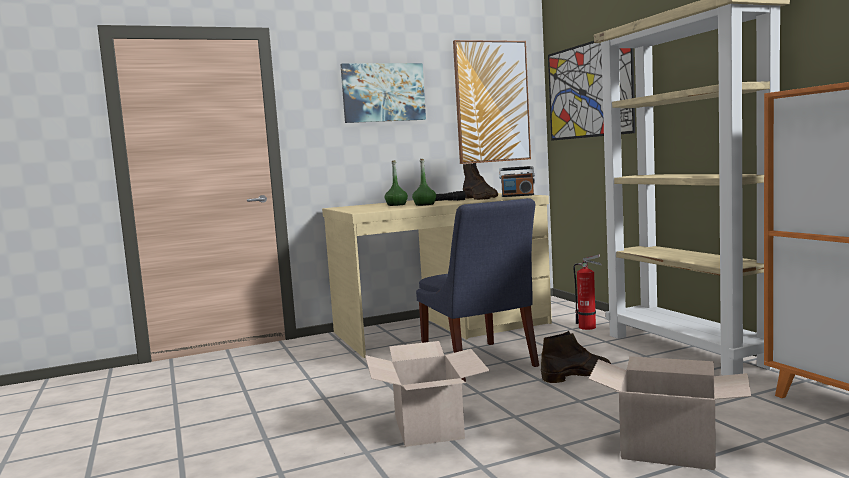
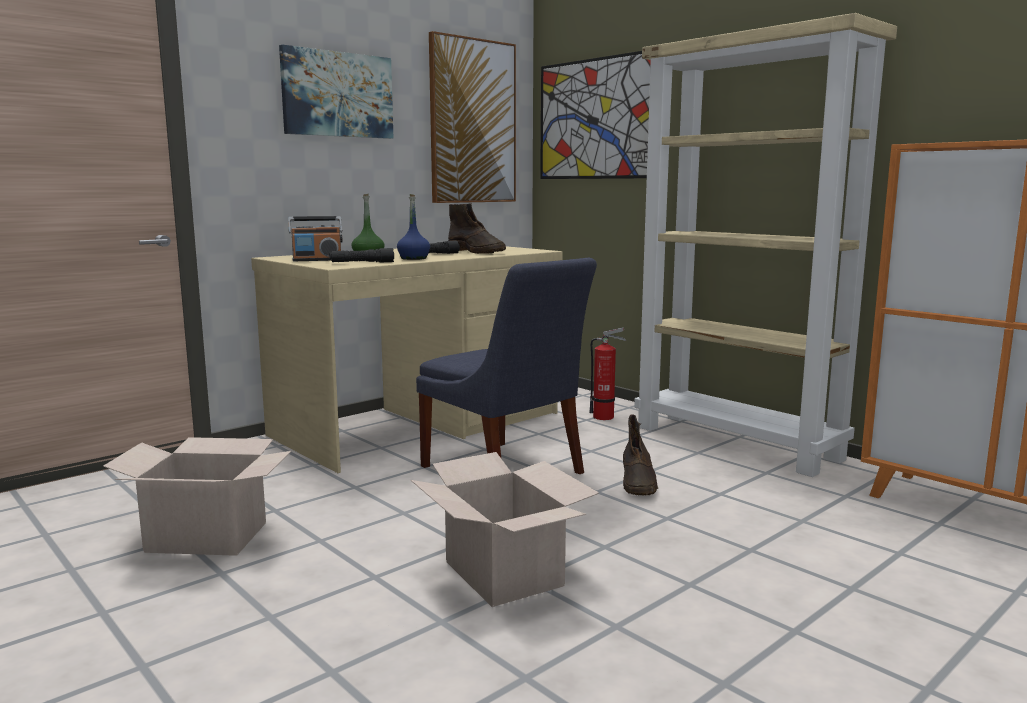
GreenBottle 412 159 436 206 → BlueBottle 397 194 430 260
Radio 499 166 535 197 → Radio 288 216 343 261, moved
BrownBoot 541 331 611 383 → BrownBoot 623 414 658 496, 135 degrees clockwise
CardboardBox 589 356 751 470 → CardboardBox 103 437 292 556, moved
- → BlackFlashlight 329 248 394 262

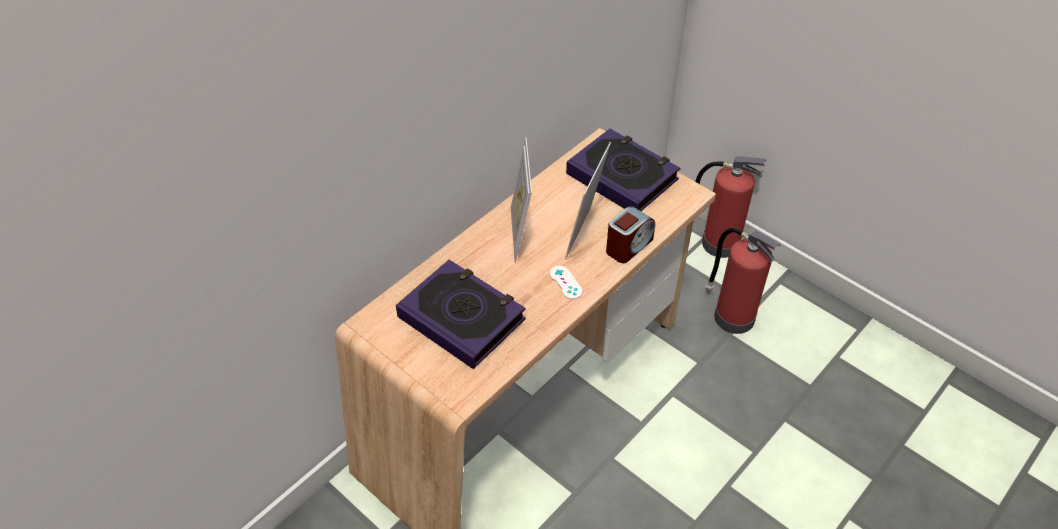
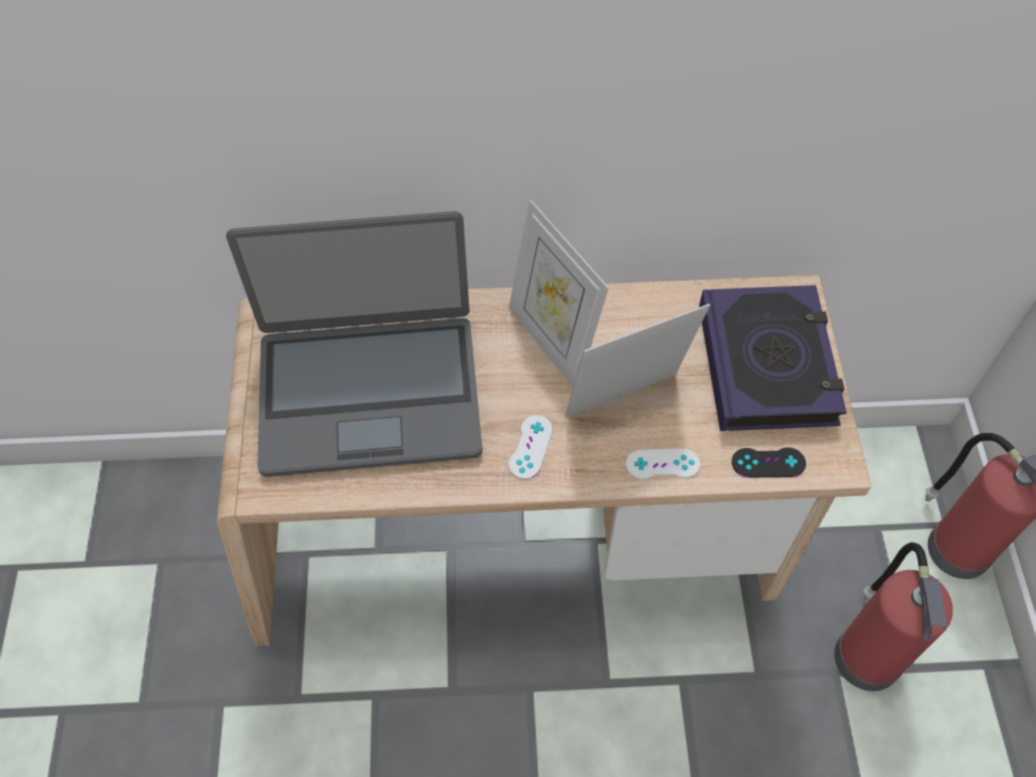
Book 396 260 526 369 → Laptop 226 211 482 477
PictureFrame 511 137 532 263 → PictureFrame 509 200 609 386, 75 degrees counterclockwise
AlarmClock 606 206 655 263 → WhiteGameController 626 448 700 479
- → BlackGameController 732 447 806 478

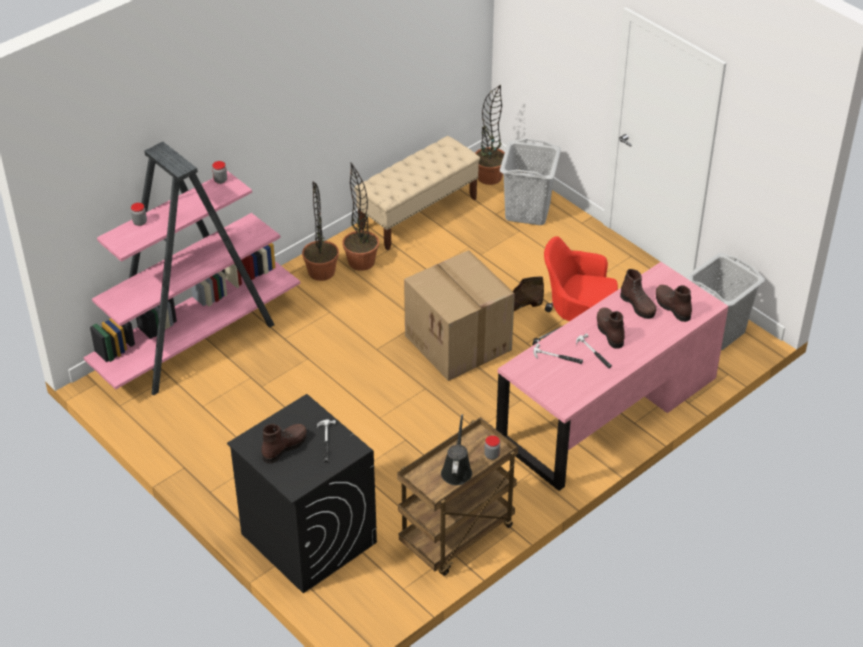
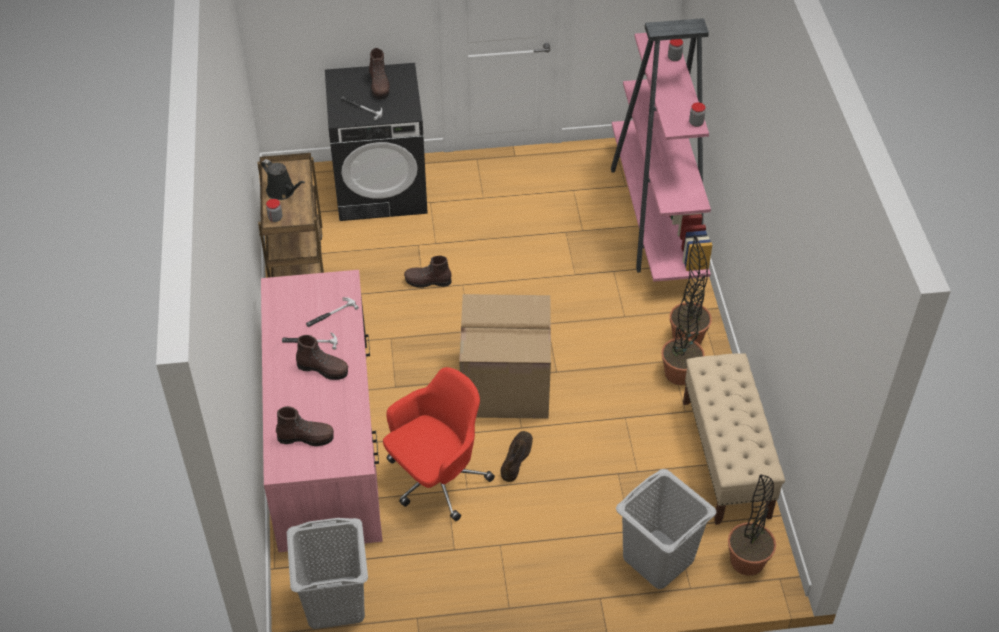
BrownBoot 620 269 657 319 → BrownBoot 404 256 452 288, moved

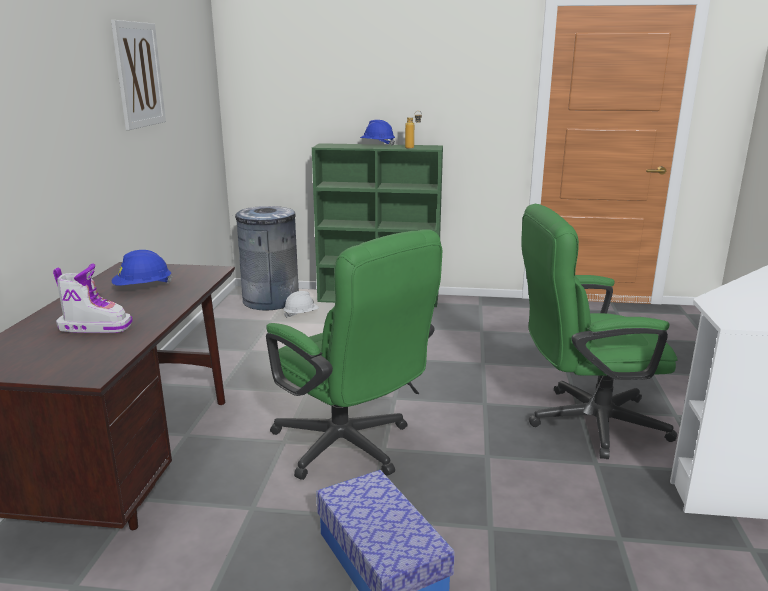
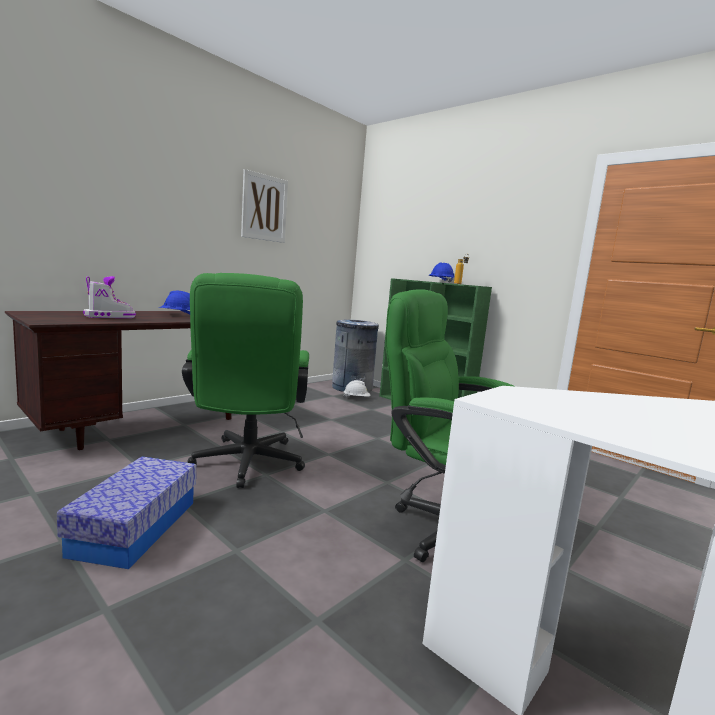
Boot 53 263 133 333 → Boot 83 276 136 318, 75 degrees counterclockwise

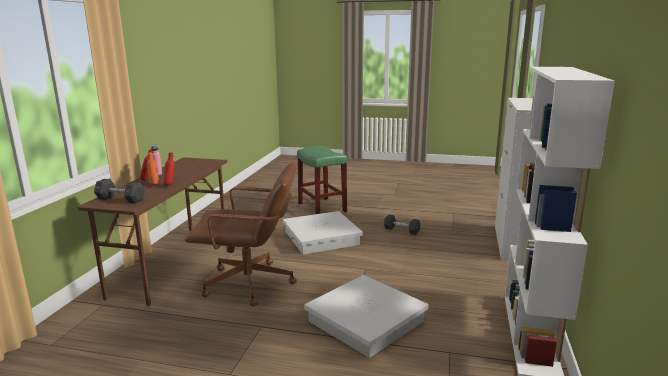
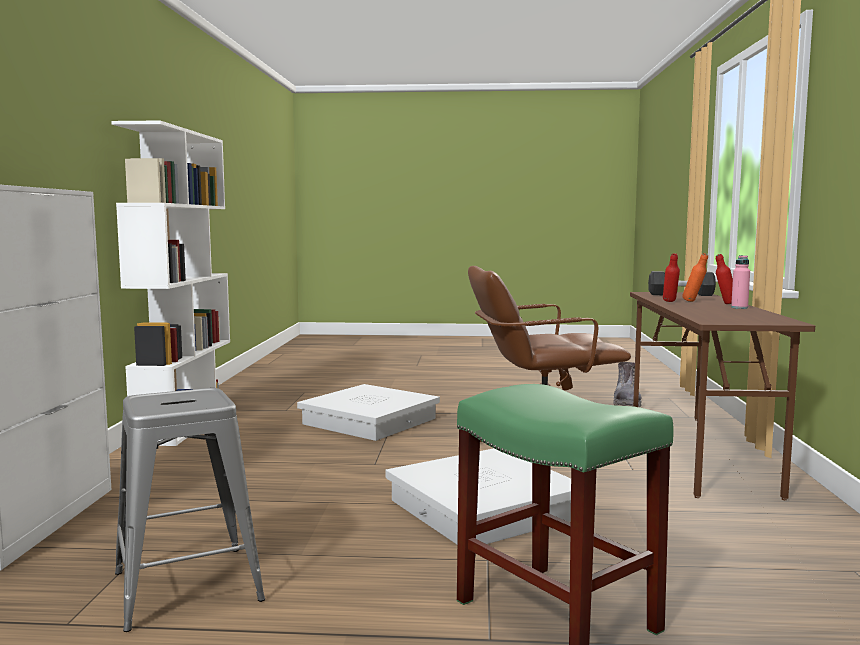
GreyDumbbell 384 214 421 235 → -
- → GreyStool 115 388 265 632
- → GreyBoot 613 362 642 407

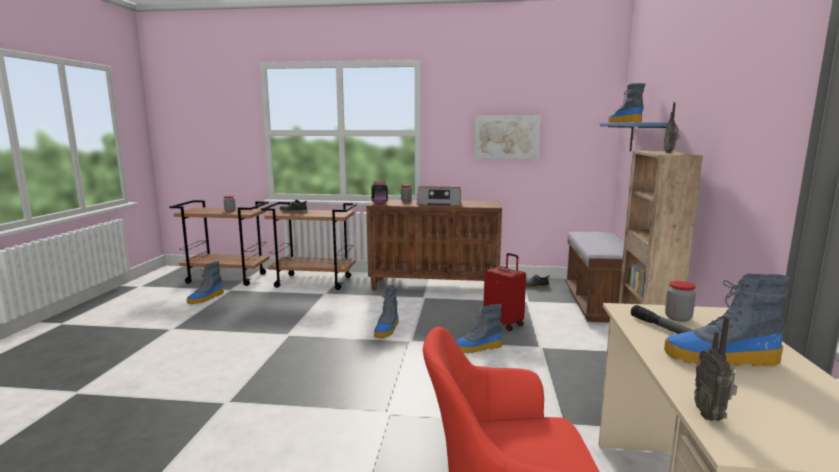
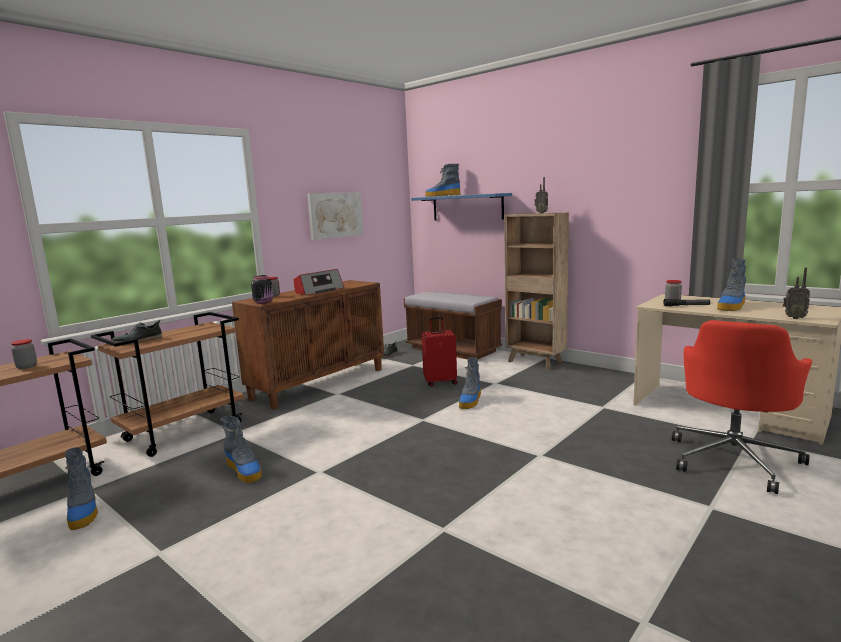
Boot 374 285 399 338 → Boot 220 416 262 483, moved

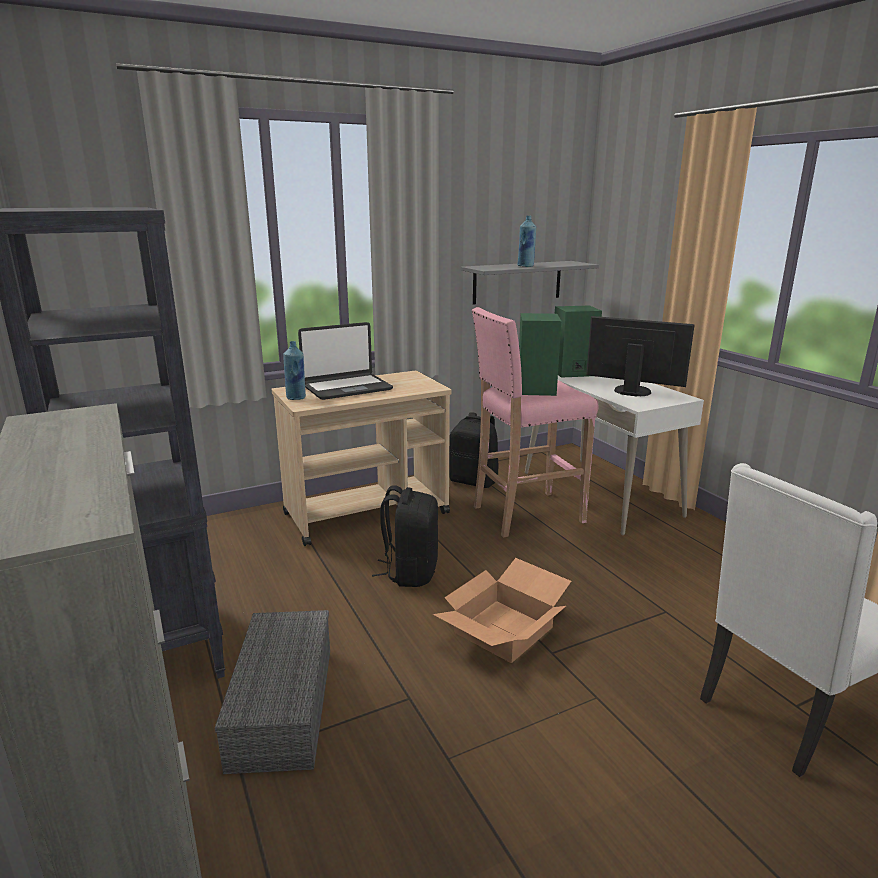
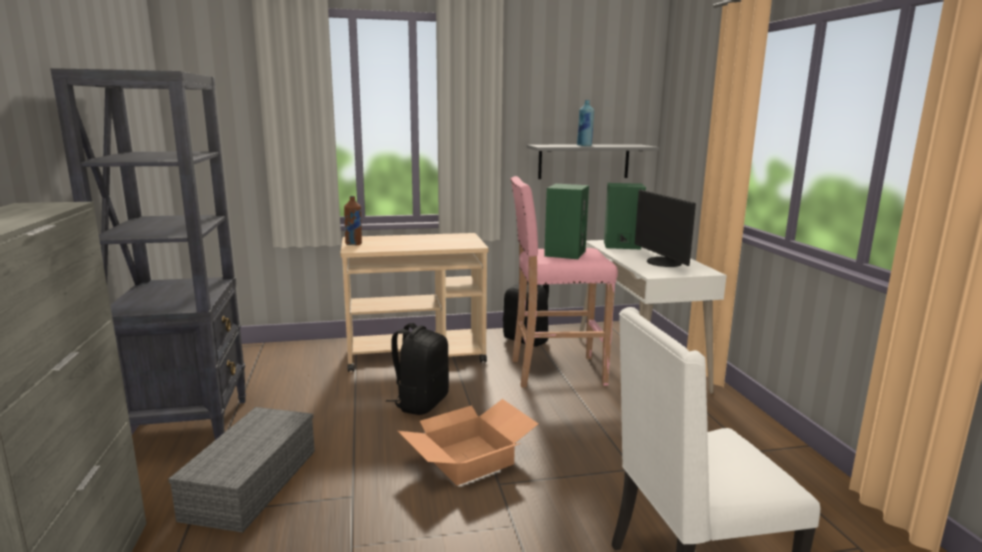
BlueBottle 283 341 306 400 → BrownBottle 344 196 362 245
Laptop 298 322 393 400 → -
Monitor 586 316 695 397 → Monitor 635 189 696 267, 150 degrees counterclockwise

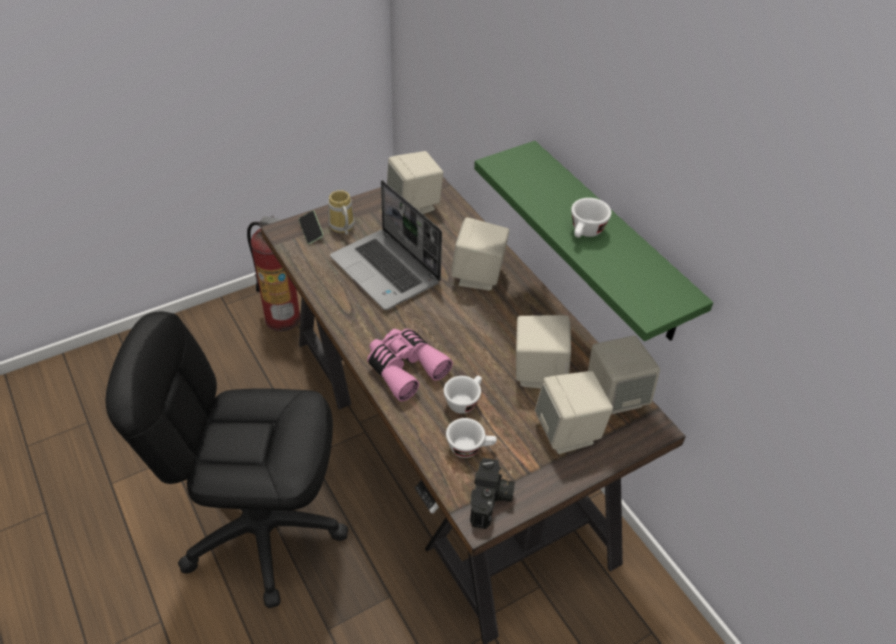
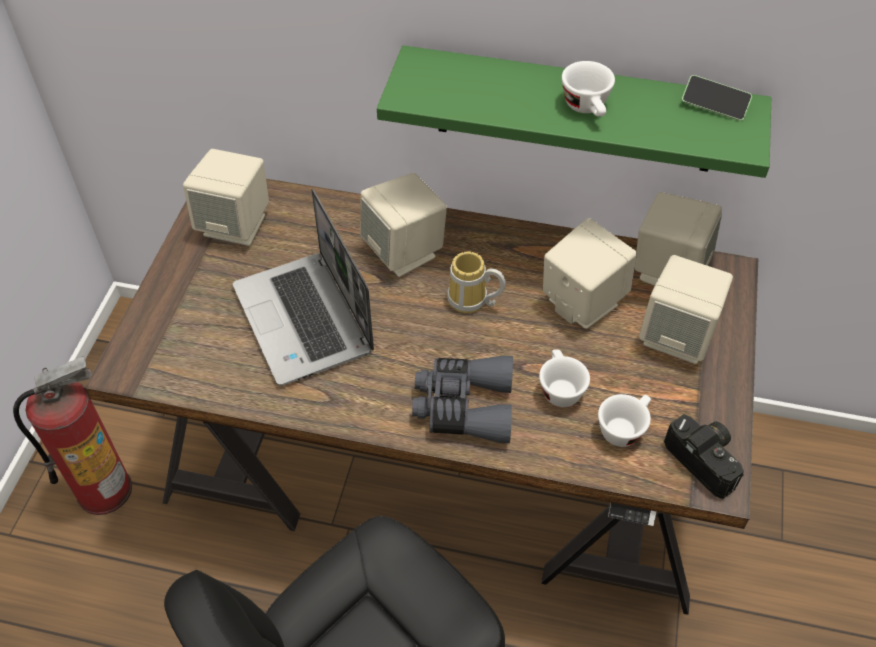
Phone 299 211 324 244 → Phone 682 75 752 121, moved
Mug 328 190 355 235 → Mug 447 252 506 313, moved
Laptop 330 180 442 310 → Laptop 233 189 374 386, 60 degrees clockwise
PinkBinoculars 367 329 453 402 → GreyBinoculars 412 356 513 443

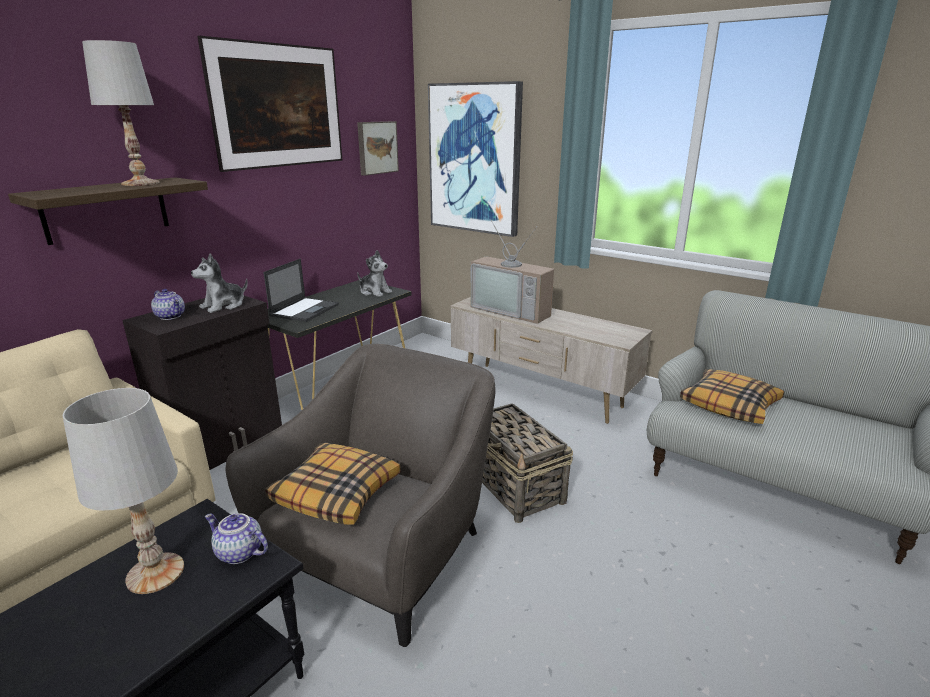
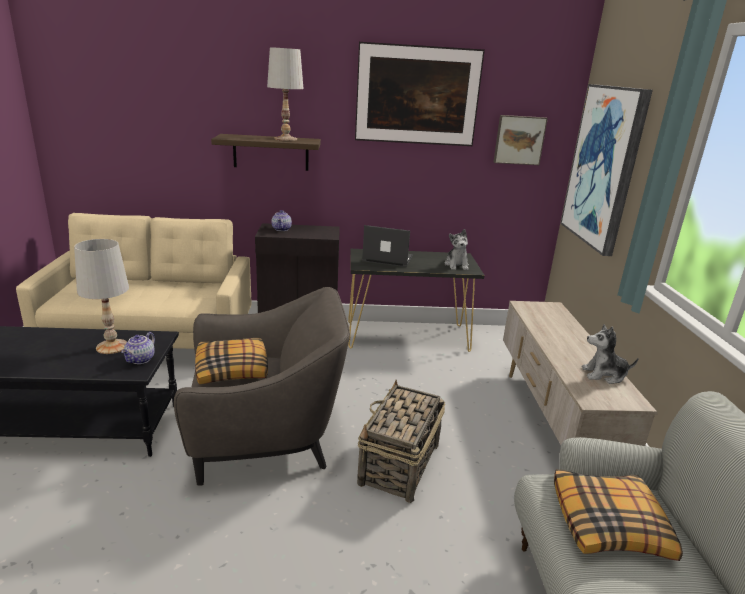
PlushToy 191 254 248 313 → PlushToy 582 324 639 384, moved
Teapot 205 513 268 564 → Teapot 121 332 155 364, 150 degrees counterclockwise
Laptop 263 258 339 322 → Laptop 362 225 413 267, 150 degrees counterclockwise
Television 470 220 554 324 → -

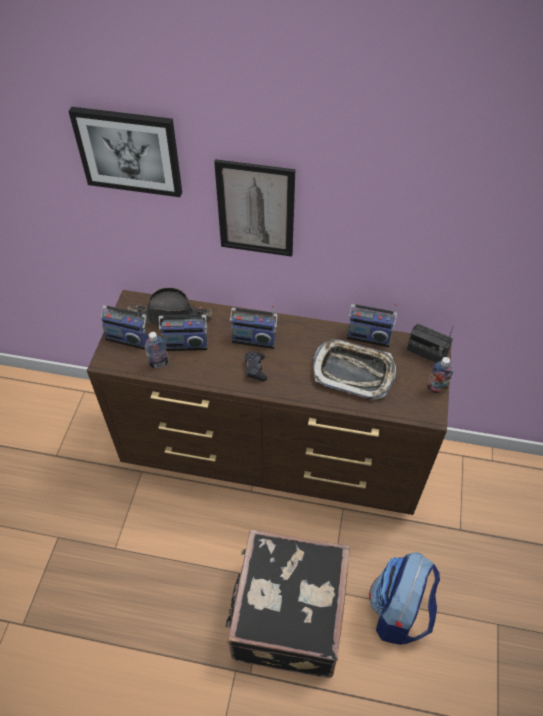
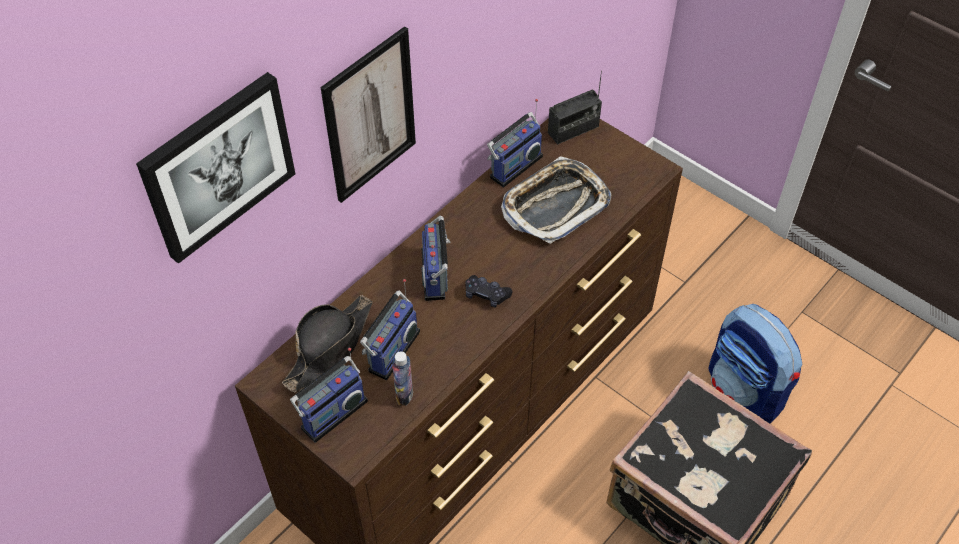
Radio 230 305 278 349 → Radio 422 215 451 301, 135 degrees clockwise
Bottle 427 357 453 393 → -

